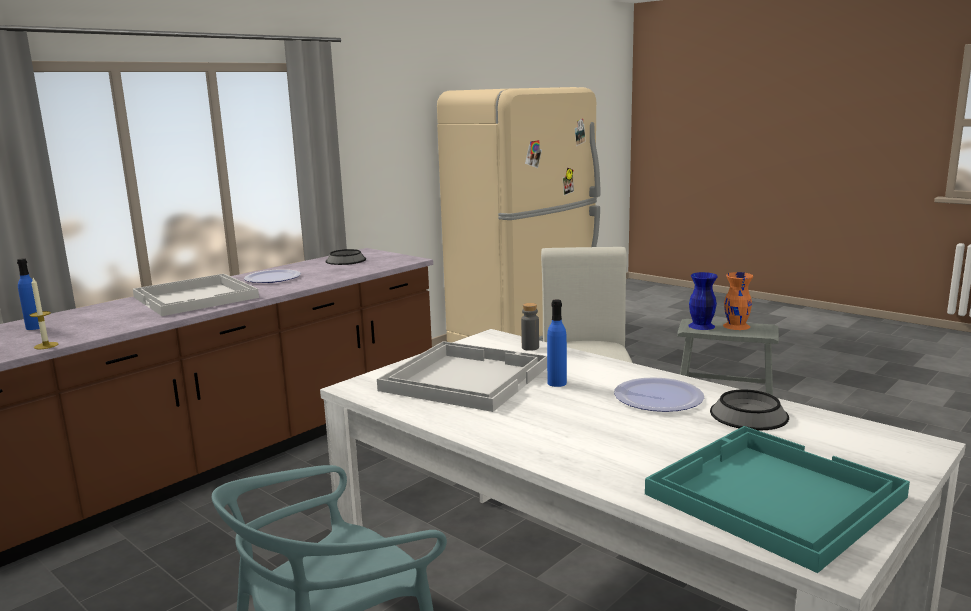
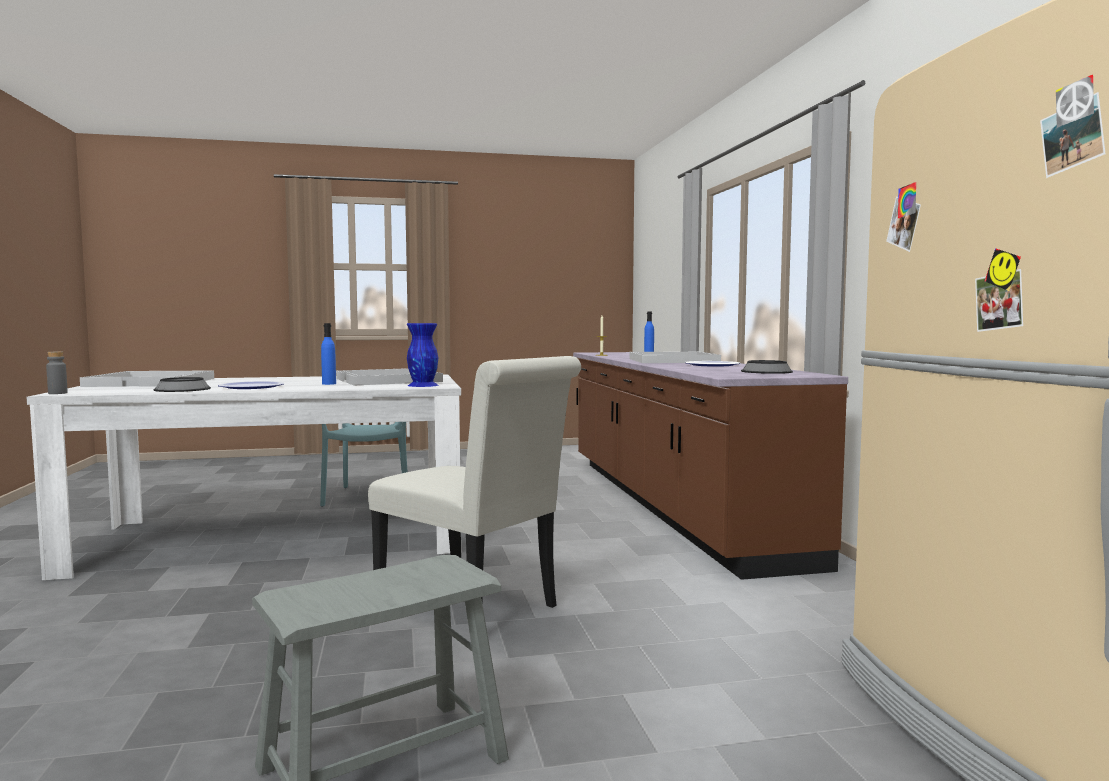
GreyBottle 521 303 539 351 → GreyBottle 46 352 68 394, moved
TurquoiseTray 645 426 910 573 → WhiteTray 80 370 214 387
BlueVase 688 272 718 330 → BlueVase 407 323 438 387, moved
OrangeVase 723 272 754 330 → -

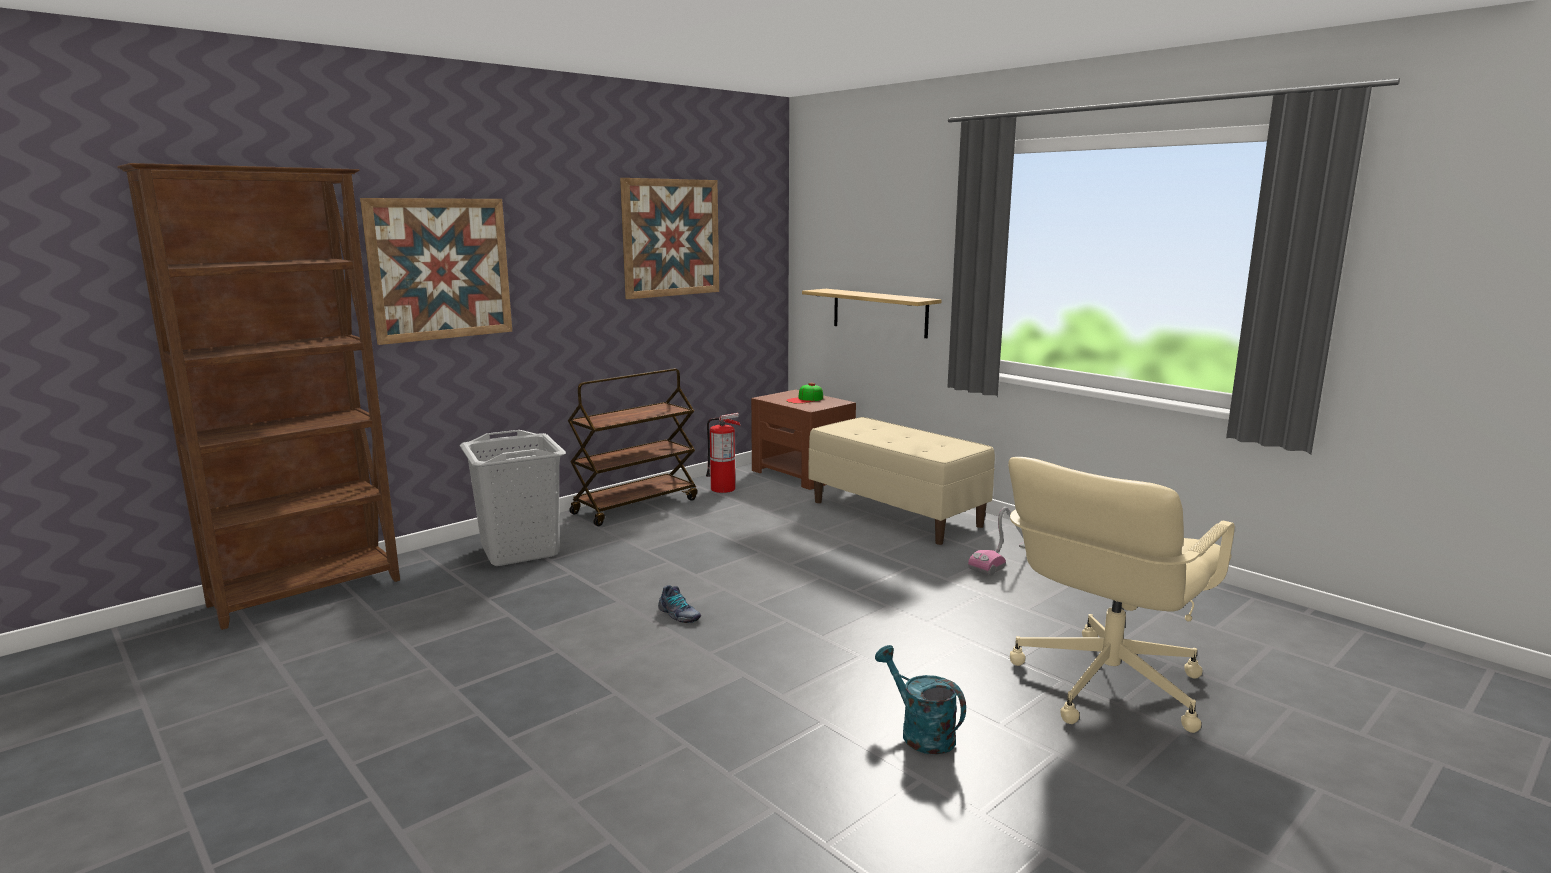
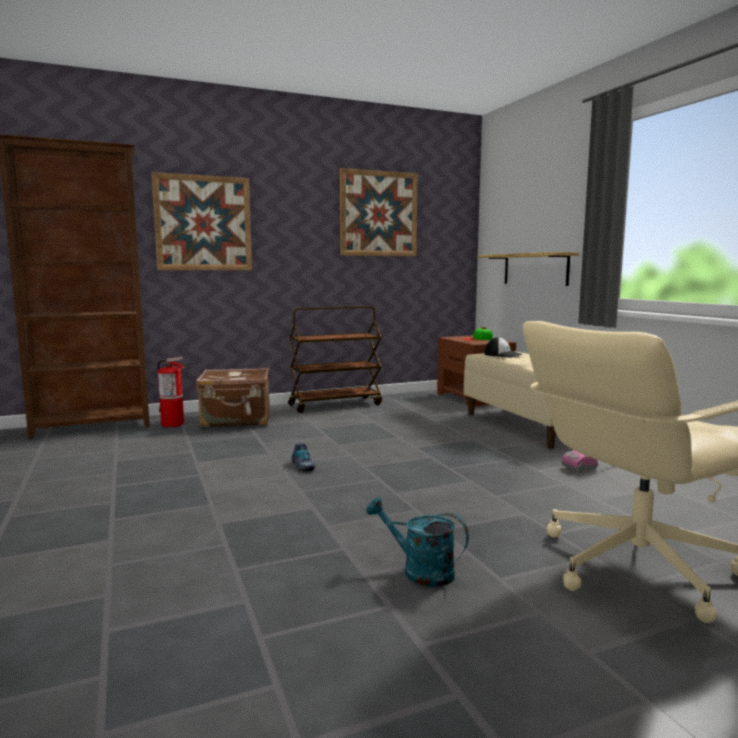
GreyLaundryBasket 460 430 566 566 → BrownSuitcase 196 368 270 427
FireExtinguisher 706 413 741 493 → FireExtinguisher 158 357 185 427, moved
TurquoiseWateringCan 875 645 966 755 → TurquoiseWateringCan 366 497 469 587, 45 degrees counterclockwise
- → Cap 485 337 522 358

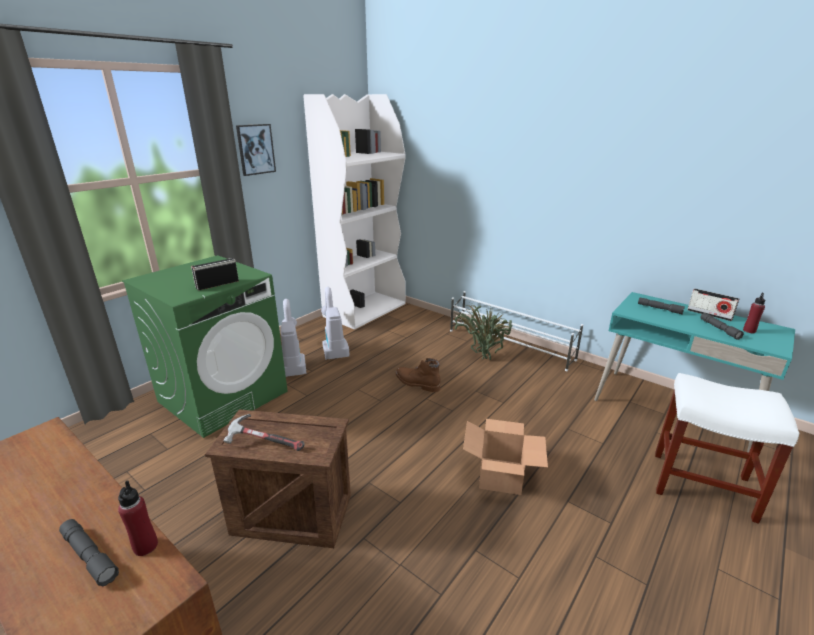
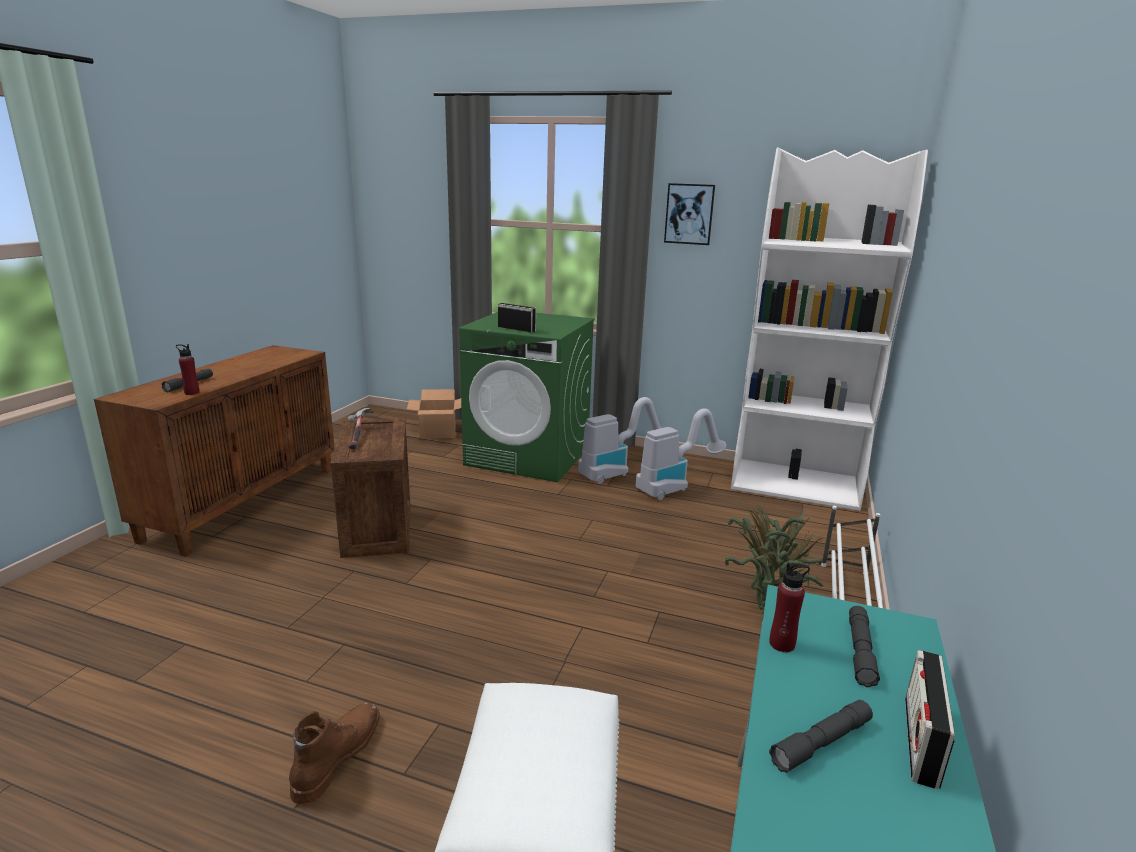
BrownBoot 396 358 441 392 → BrownBoot 289 703 380 805, moved
CardboardBox 463 419 548 495 → CardboardBox 407 389 461 439, moved
RedBottle 743 293 765 333 → RedBottle 769 562 810 652, moved

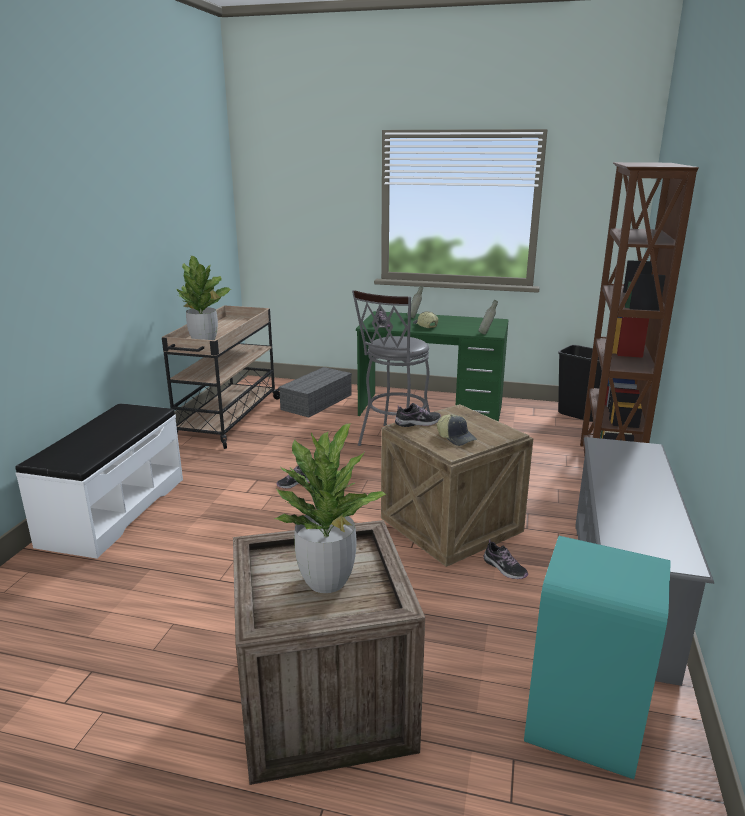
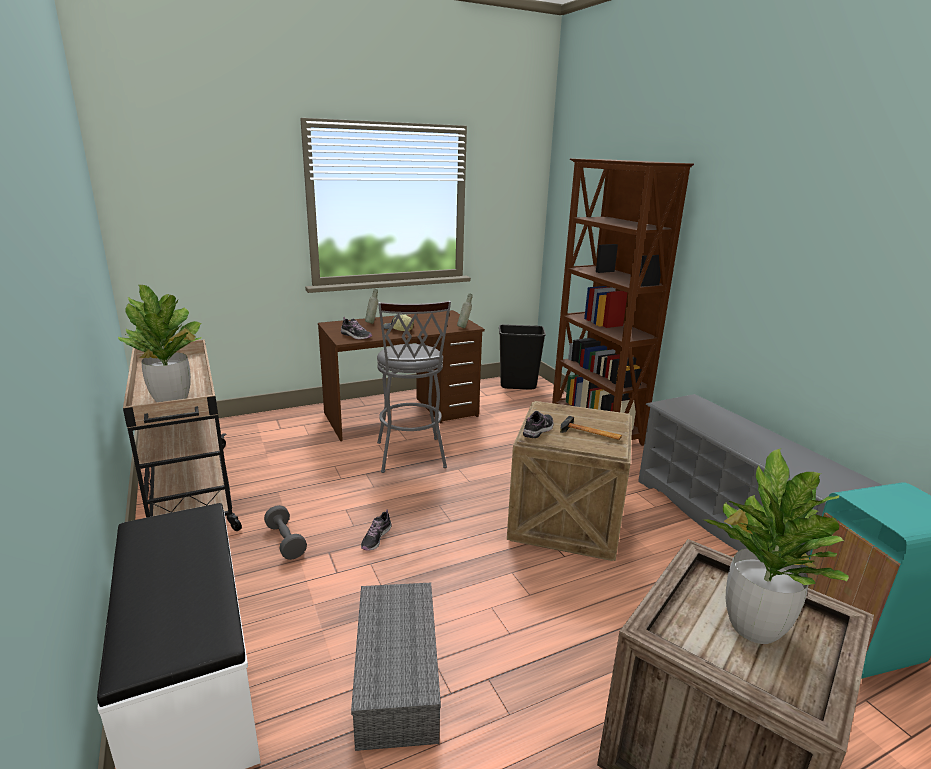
GreyStorageBox 278 367 352 417 → GreyStorageBox 351 583 441 751, moved
GreenDesk 356 311 509 422 → BrownDesk 318 310 485 441
Cap 437 414 477 446 → Hammer 560 416 622 440
Shoe 484 539 528 579 → -
- → GreyDumbbell 264 505 307 560

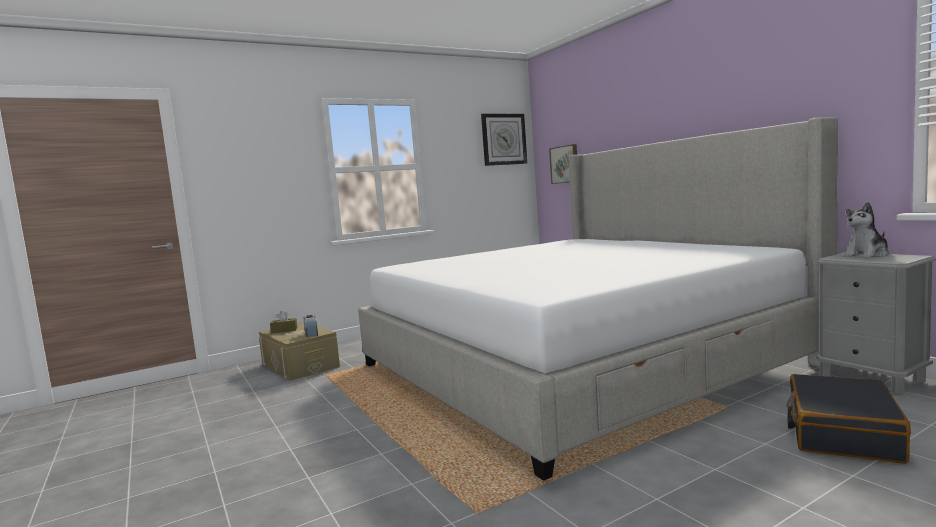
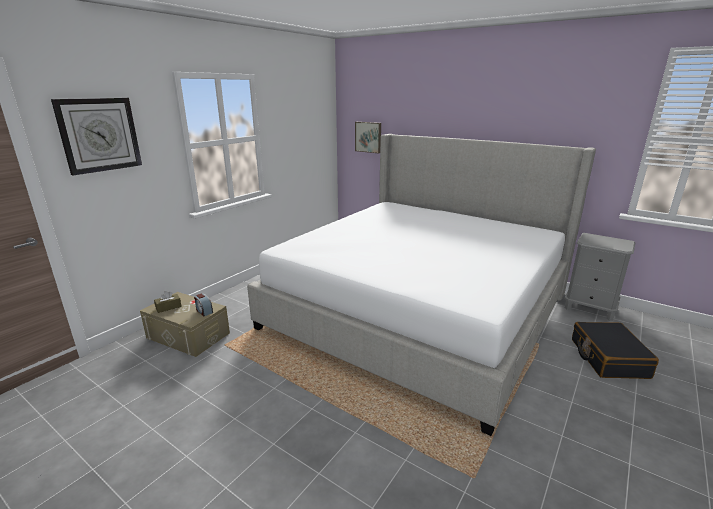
WallClock 481 114 527 166 → WallClock 51 98 142 175, moved
PlushToy 843 202 889 258 → -

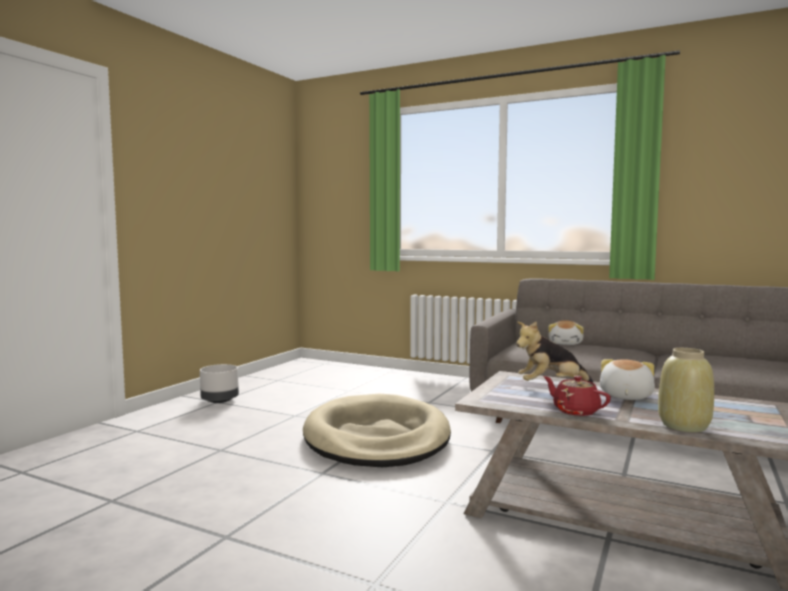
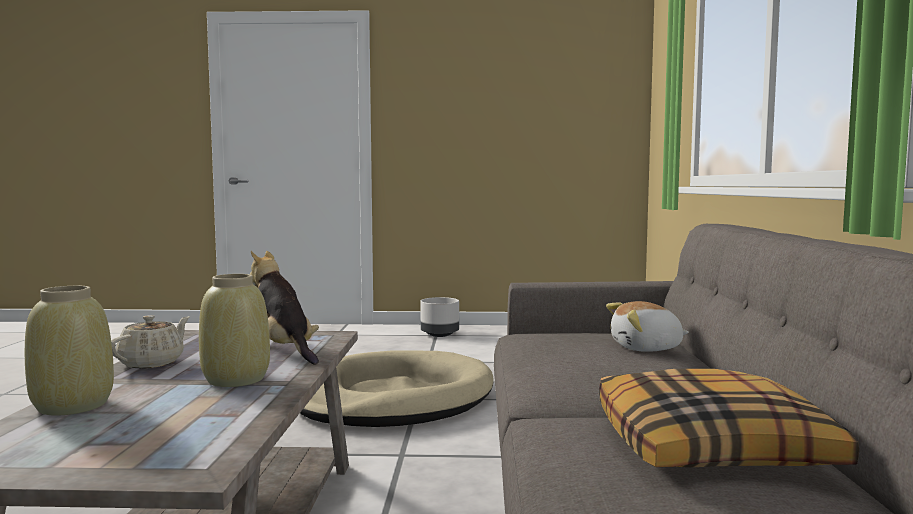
RedTeapot 543 376 611 416 → BeigeTeapot 111 315 190 368
PlushToy 600 359 655 400 → BeigeVase 199 274 270 387
- → Pillow 599 369 859 468

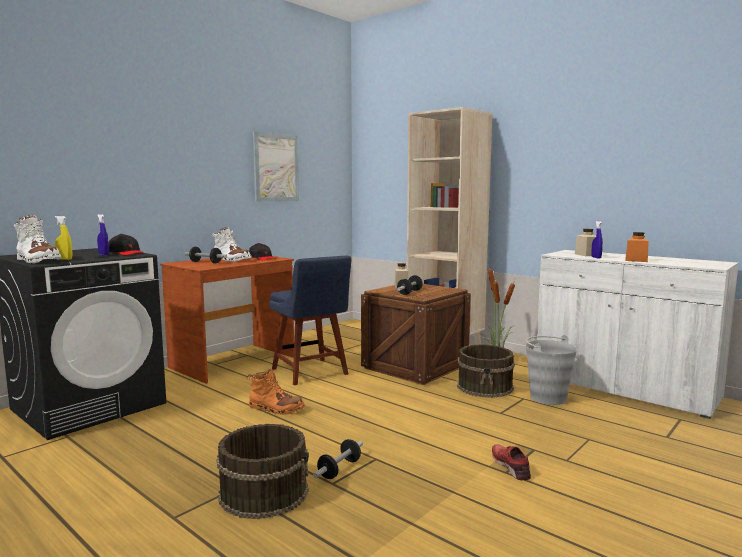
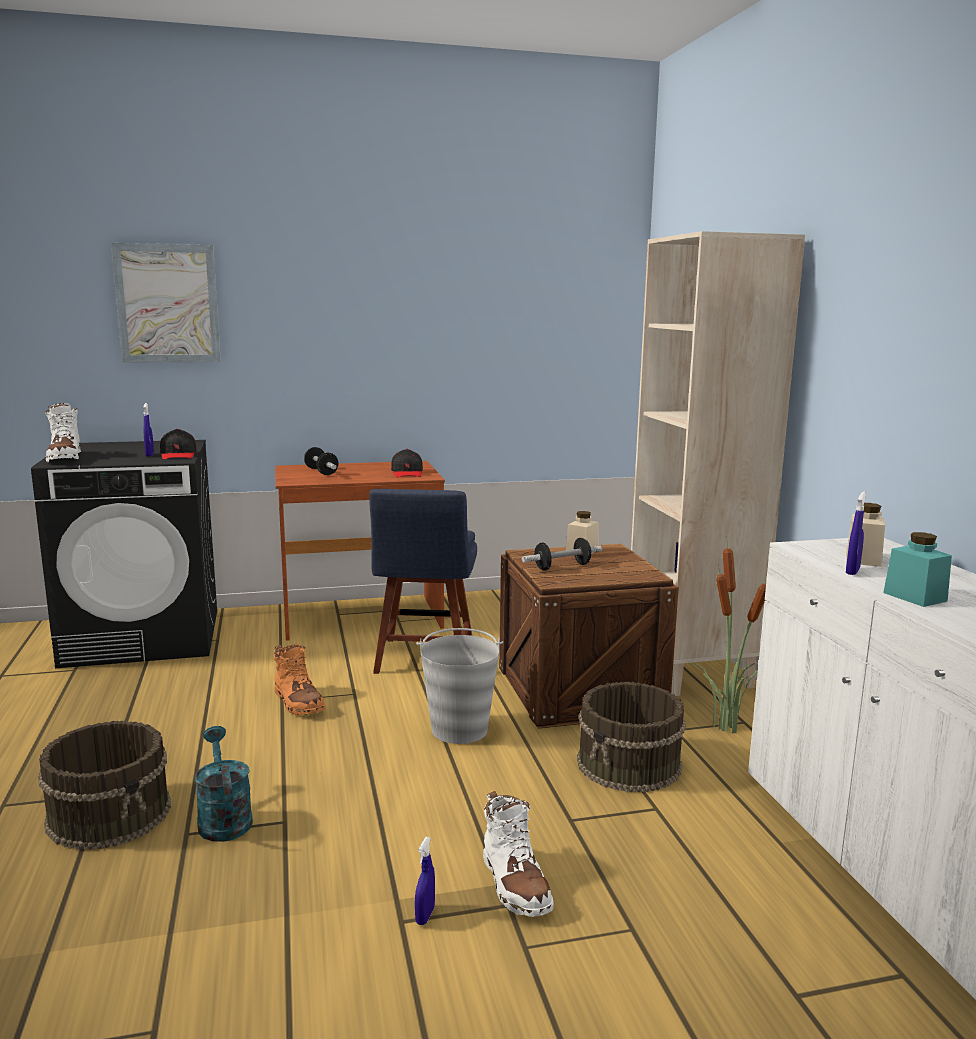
YellowSprayBottle 55 216 72 260 → -
WhiteBoot 212 227 252 262 → WhiteBoot 483 791 554 917, moved
Picture 253 132 299 202 → Picture 111 243 221 362, moved
Dumbbell 313 439 363 479 → TurquoiseWateringCan 195 726 253 842
RedShoe 492 444 531 480 → BlueSprayBottle 415 837 435 925
GreyBucket 526 335 577 405 → GreyBucket 416 628 503 744, moved
OrangeJar 625 232 649 262 → TurquoiseJar 883 532 952 607

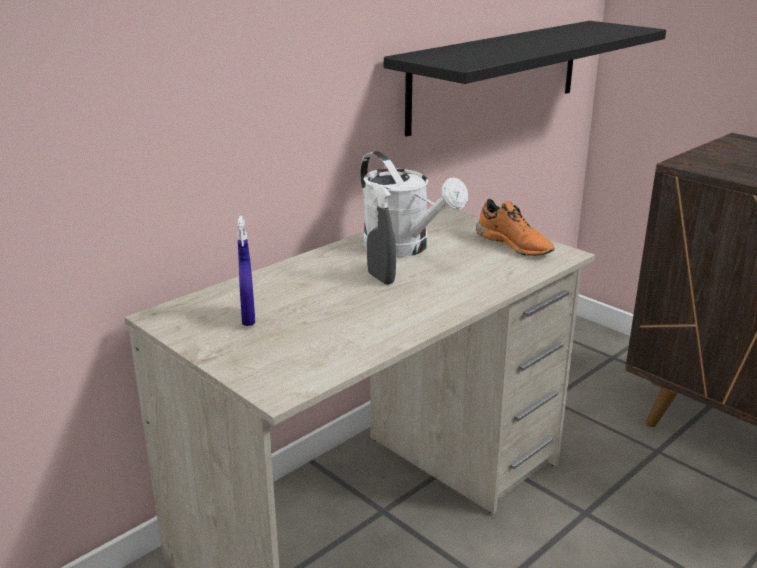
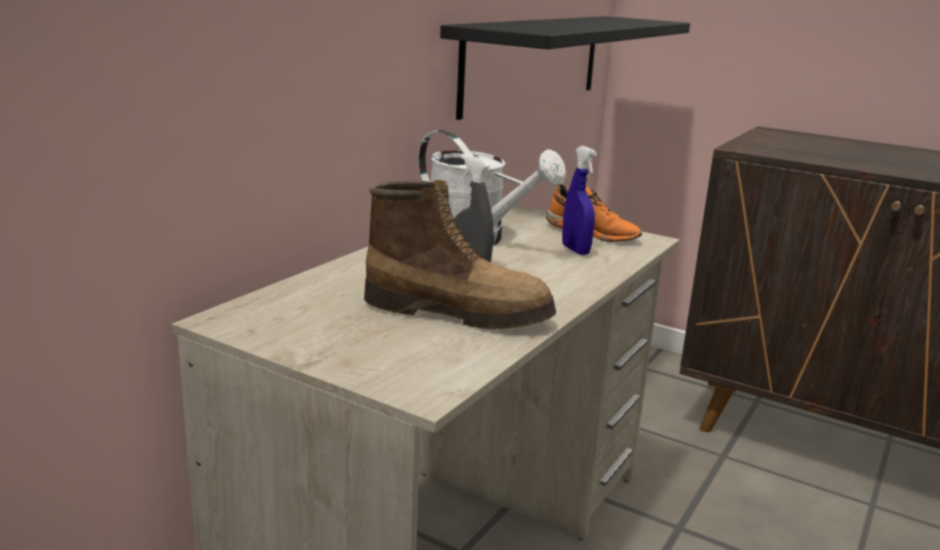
BlueSprayBottle 237 216 255 326 → BlueSprayBottle 562 146 597 255, moved
- → Boot 364 180 556 329

